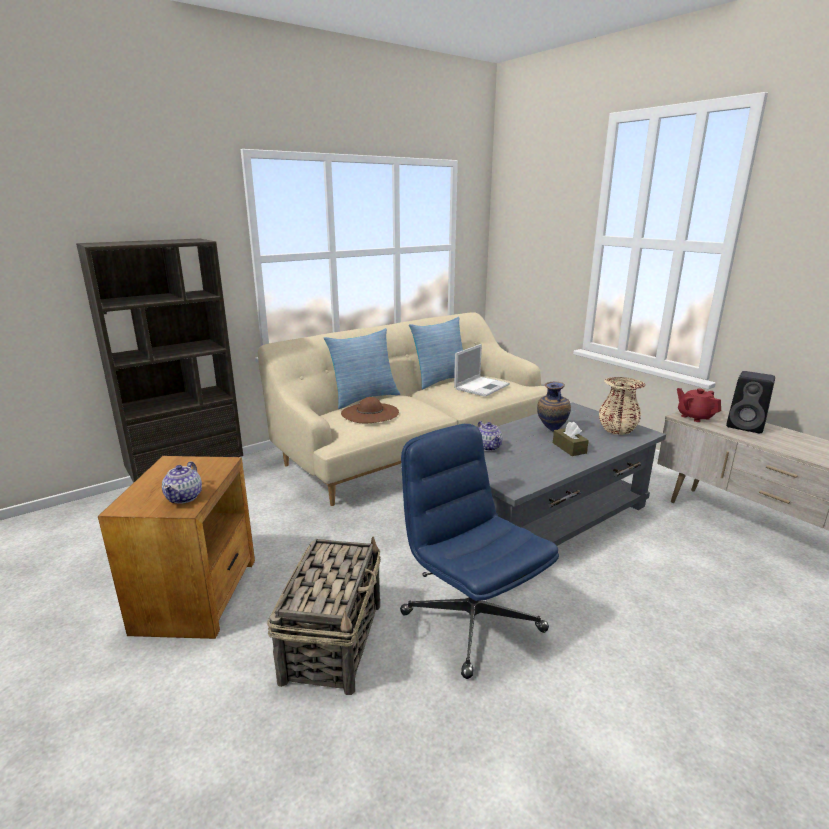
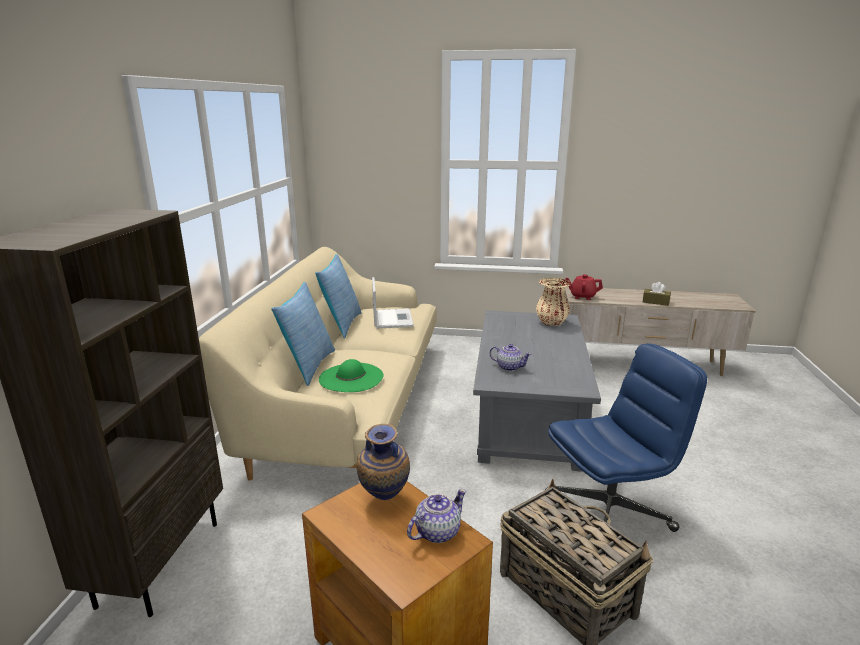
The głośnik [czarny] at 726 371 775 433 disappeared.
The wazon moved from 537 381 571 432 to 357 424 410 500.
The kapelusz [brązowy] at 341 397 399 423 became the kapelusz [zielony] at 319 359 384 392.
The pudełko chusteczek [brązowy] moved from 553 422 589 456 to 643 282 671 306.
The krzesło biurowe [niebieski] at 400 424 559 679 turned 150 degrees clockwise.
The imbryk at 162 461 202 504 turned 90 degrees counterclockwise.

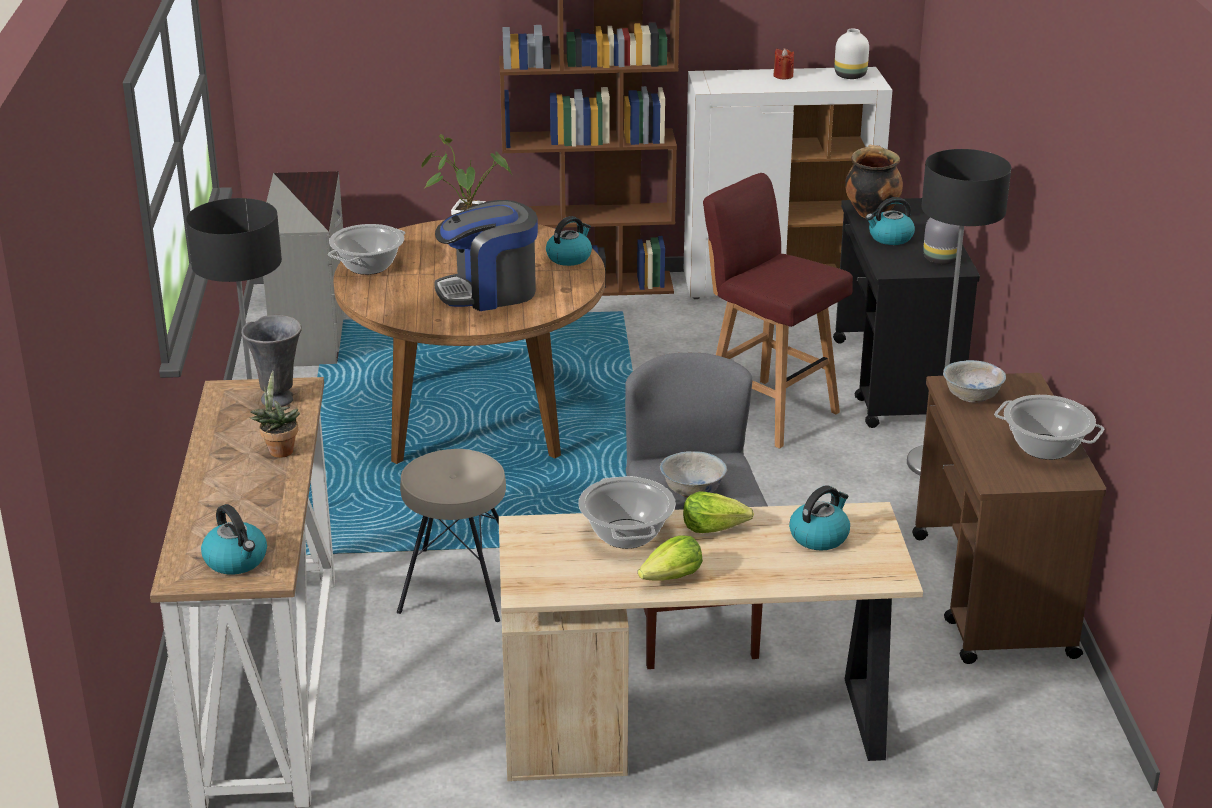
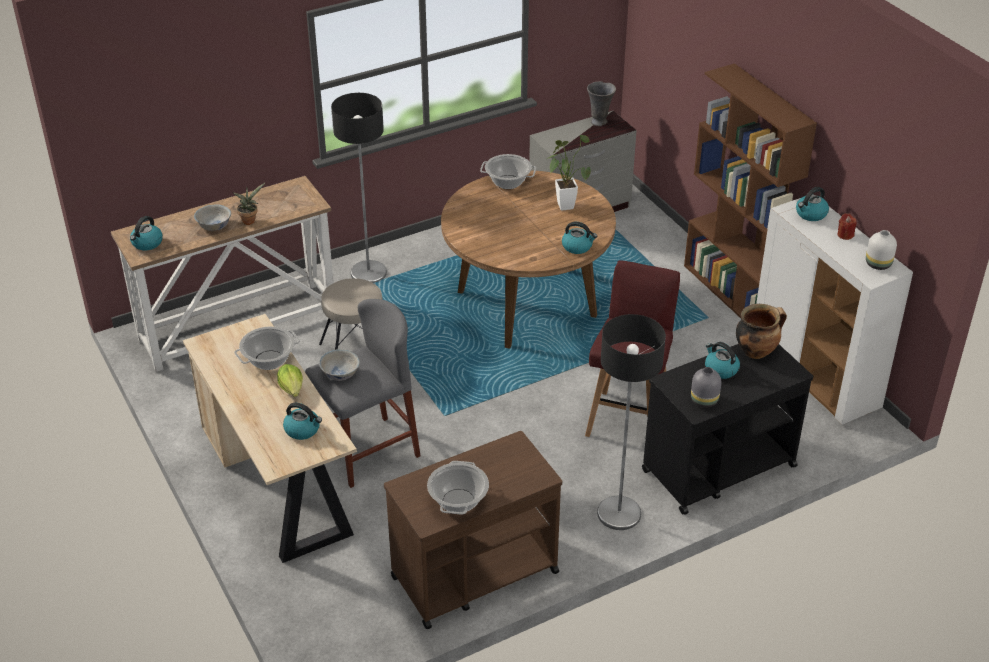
The ekspres do kawy at 435 200 538 311 disappeared.
The wazon [szary] moved from 241 315 302 407 to 587 81 616 126.
The miska [biały] moved from 943 360 1006 403 to 194 204 231 231.
The sałata at 638 535 703 581 disappeared.
The czajnik at 796 187 829 221 appeared.

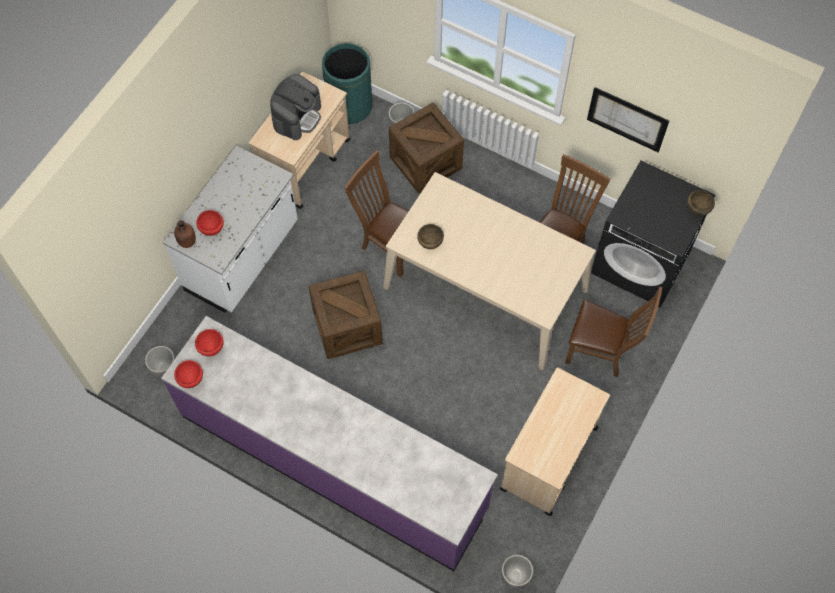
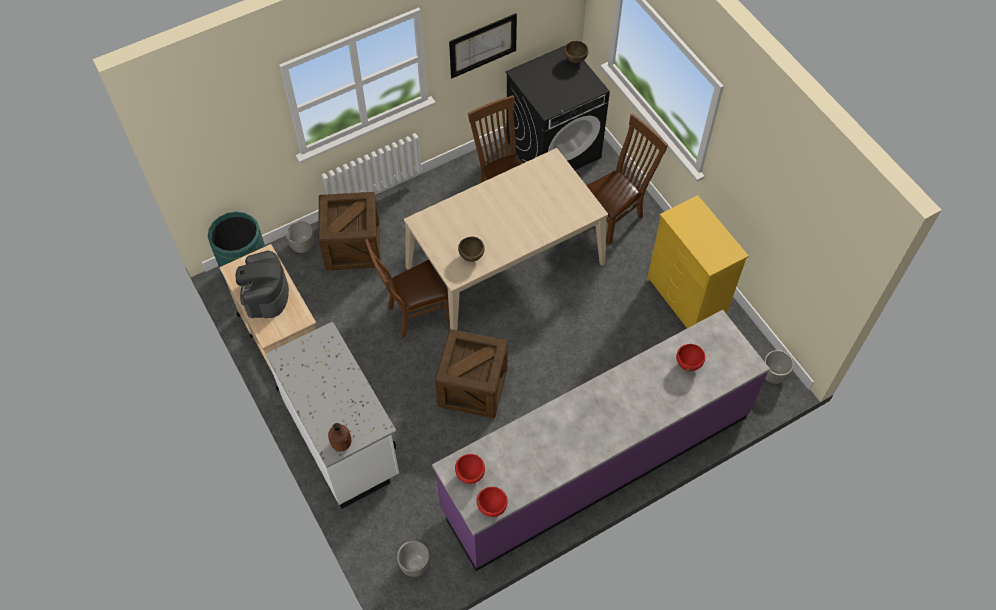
The ekspres do kawy at 270 74 321 140 turned 150 degrees counterclockwise.
The miska [czerwony] moved from 196 210 224 236 to 676 344 705 371.
The wózek [beżowy] at 500 367 610 516 was replaced by the komoda [żółty] at 647 195 749 328.

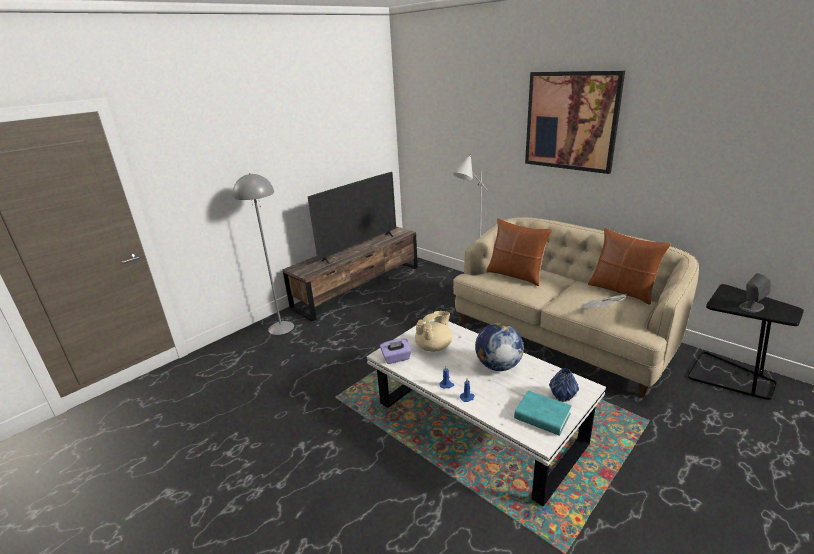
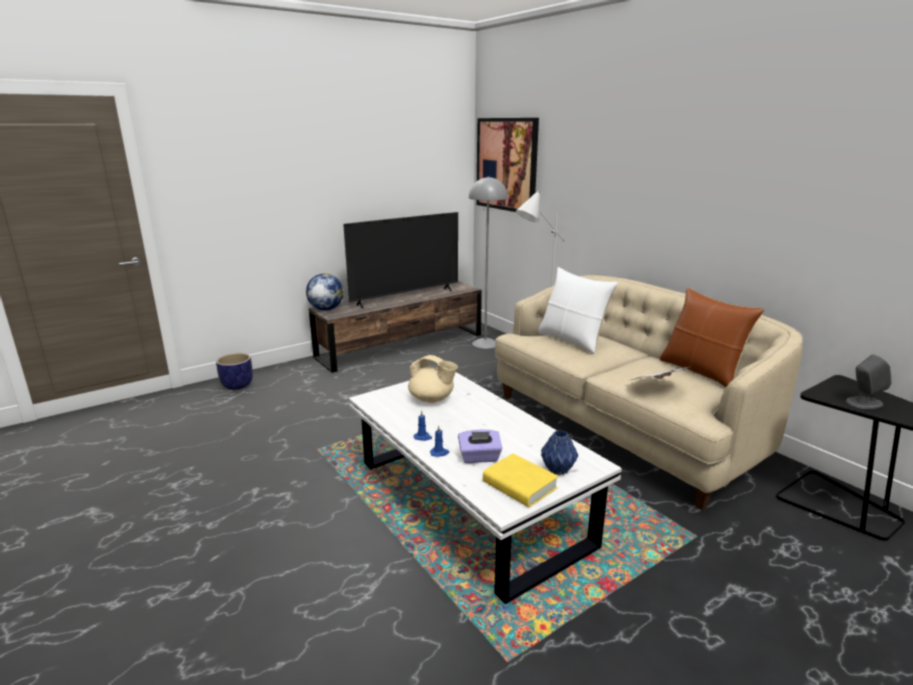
The obraz moved from 525 71 625 174 to 476 118 539 212.
The lampa stojąca [szary] moved from 233 173 294 335 to 469 176 508 349.
The poduszka [brązowy] at 486 218 552 286 became the poduszka [biały] at 538 267 618 354.
The imbryk [beżowy] at 415 311 452 352 turned 60 degrees clockwise.
The globus moved from 475 323 524 371 to 306 274 344 310.
The pudełko chusteczek [fioletowy] moved from 380 339 412 364 to 458 430 502 463.
The książka [turkusowy] at 514 390 572 436 became the książka [żółty] at 483 453 558 507.
The donica at 216 353 253 390 appeared.

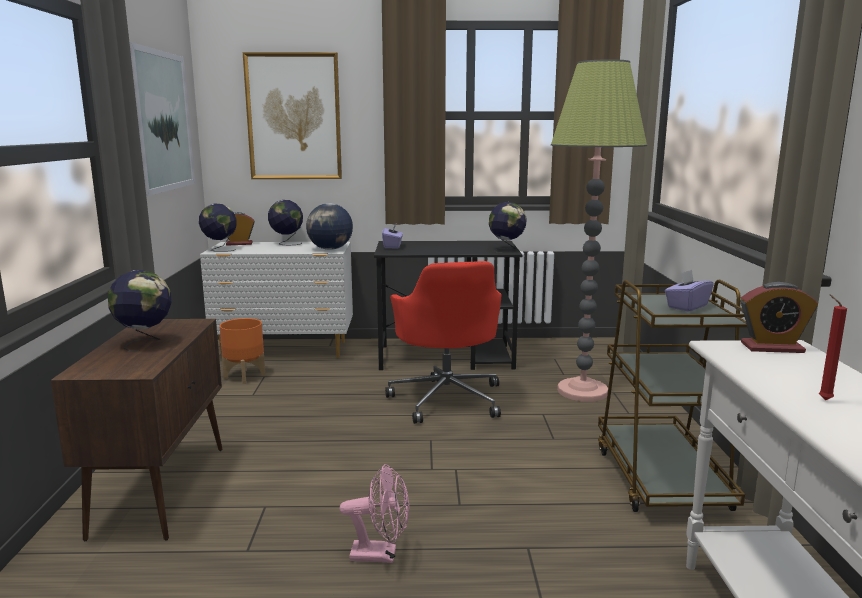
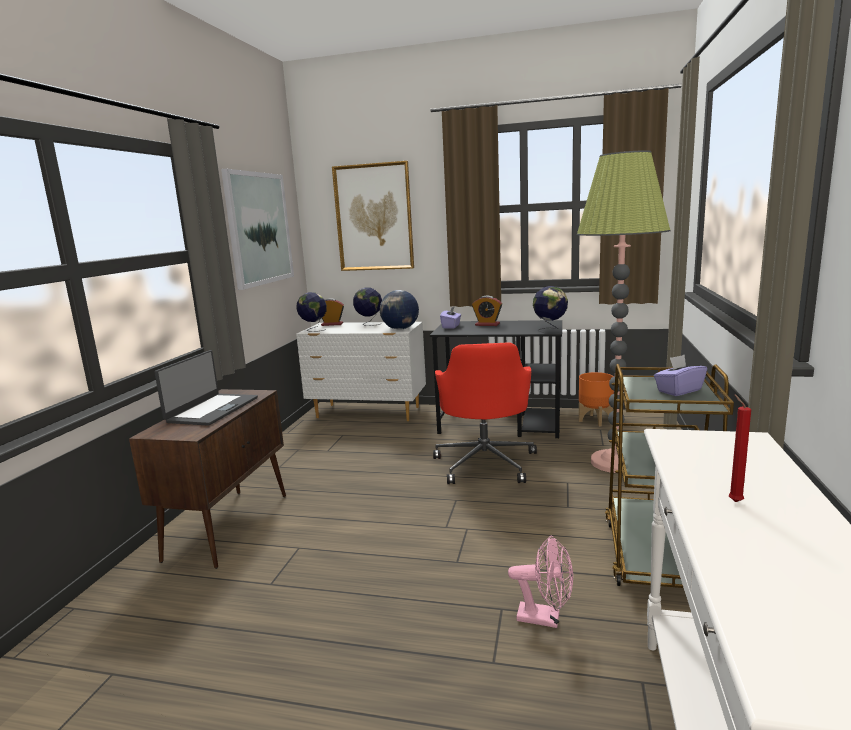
The globus at 108 270 172 351 was replaced by the laptop at 154 350 258 426.
The budzik moved from 740 282 818 353 to 472 295 502 326.
The donica [pomarańczowy] moved from 219 318 265 384 to 579 372 614 427.
The wentylator [różowy] moved from 340 464 409 563 to 508 535 573 628.

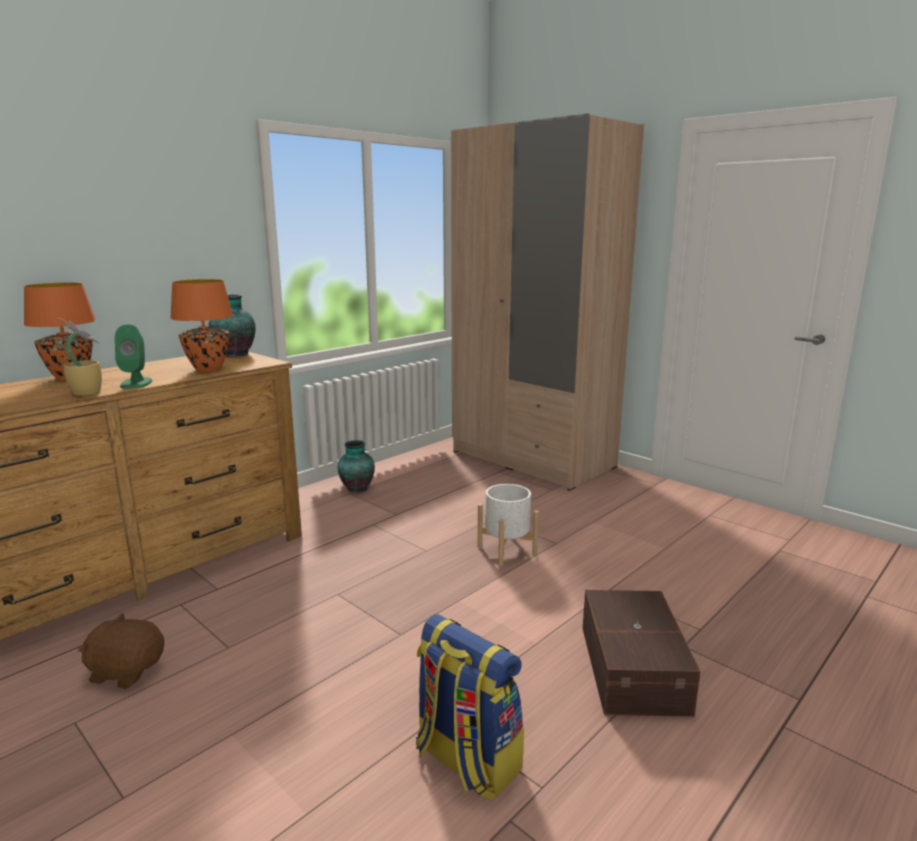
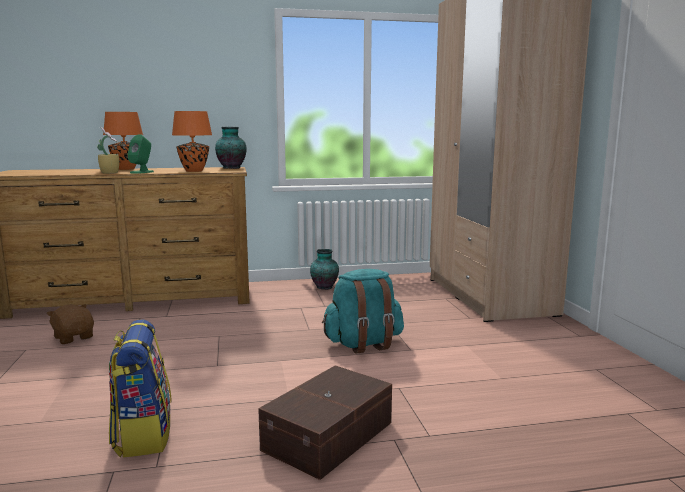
The donica [biały] at 477 484 539 566 was replaced by the plecak [turkusowy] at 322 269 404 353.

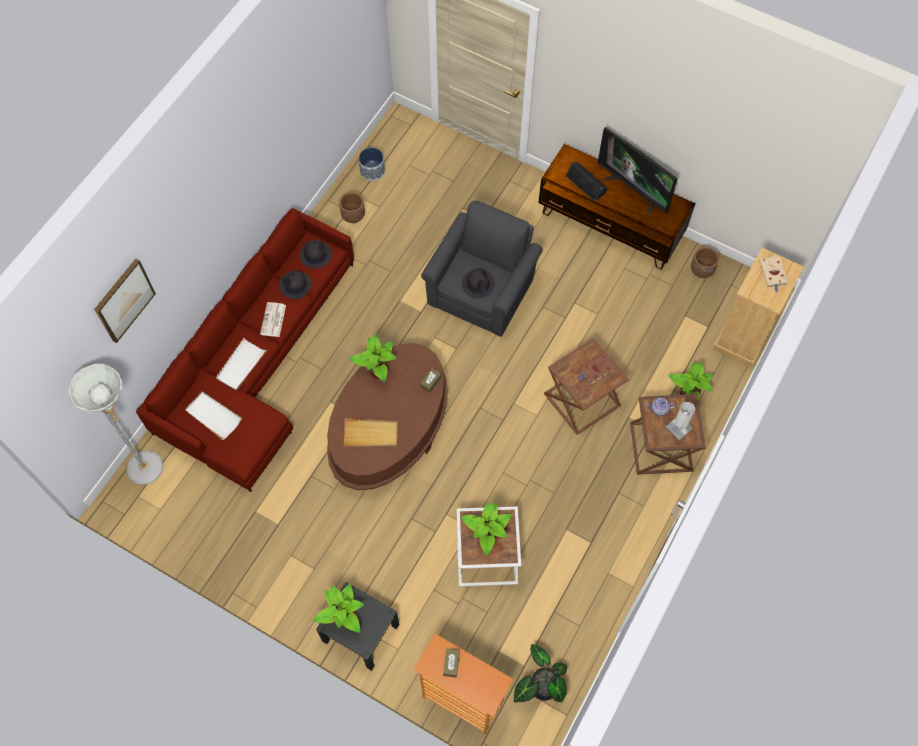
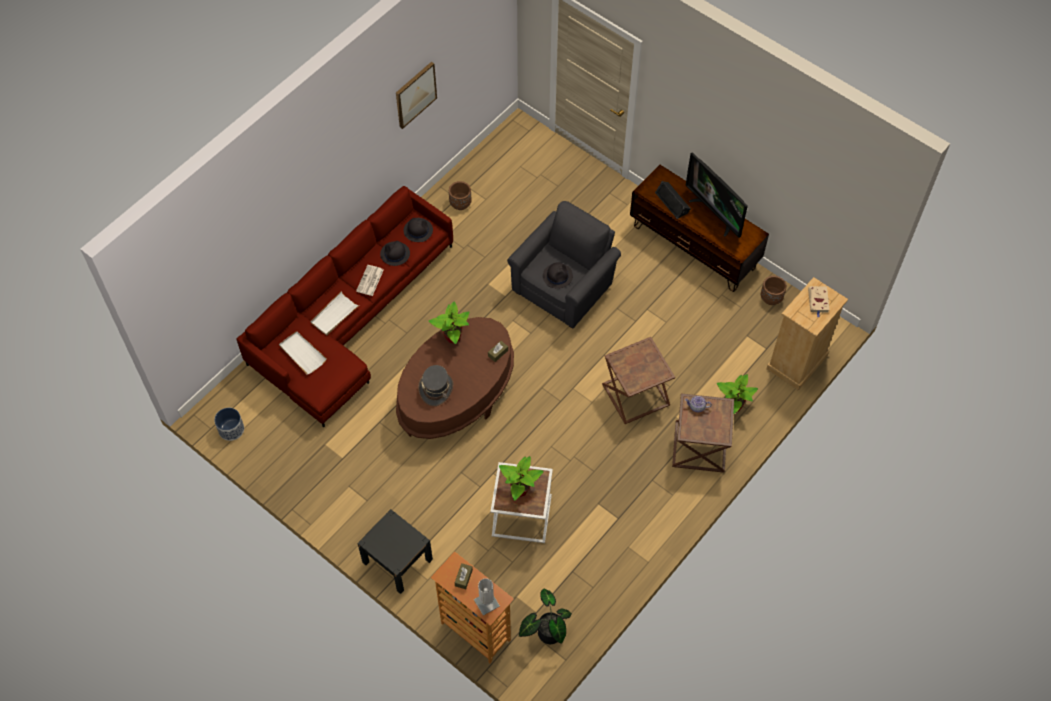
The donica moved from 358 147 385 181 to 214 408 244 441.
The obraz moved from 94 259 156 343 to 396 62 437 129.
The książka [brązowy] at 578 354 616 385 disappeared.
The lampa stojąca [szary] at 68 364 163 485 disappeared.
The lampa stołowa [biały] moved from 666 402 695 440 to 474 578 500 616.
The taca [beżowy] at 344 419 398 446 was replaced by the kapelusz [szary] at 418 365 454 406.
The roślina doniczkowa at 313 584 364 633 disappeared.

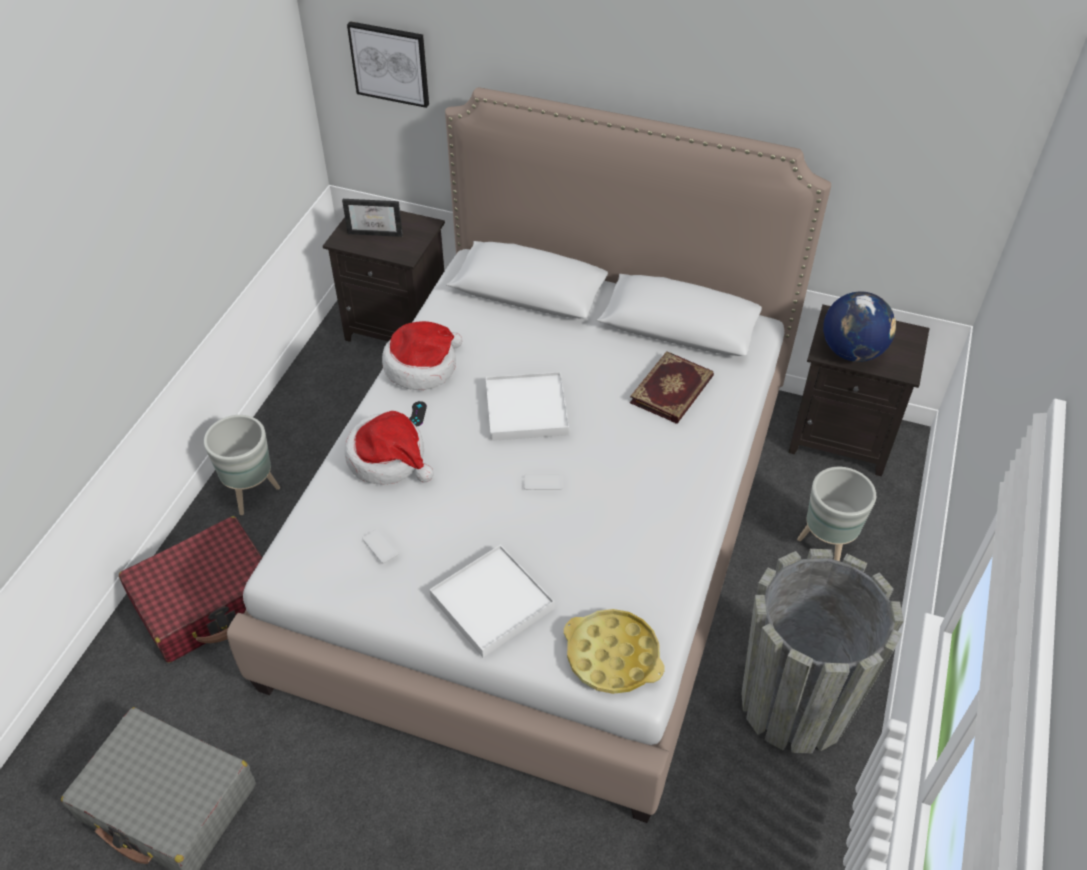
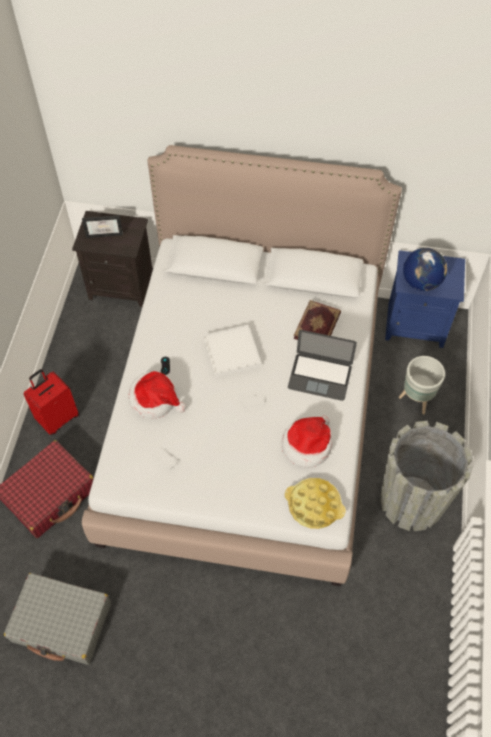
The obraz at 347 21 429 108 disappeared.
The szafka nocna [czarny] at 788 304 930 476 became the szafka nocna [niebieski] at 385 250 465 348.
The kapelusz moved from 382 321 462 390 to 282 416 332 468.
The donica [szary] at 204 415 280 515 was replaced by the walizka [czerwony] at 23 369 79 435.
The taca [biały] at 429 545 554 657 disappeared.
The laptop at 288 330 357 401 appeared.

